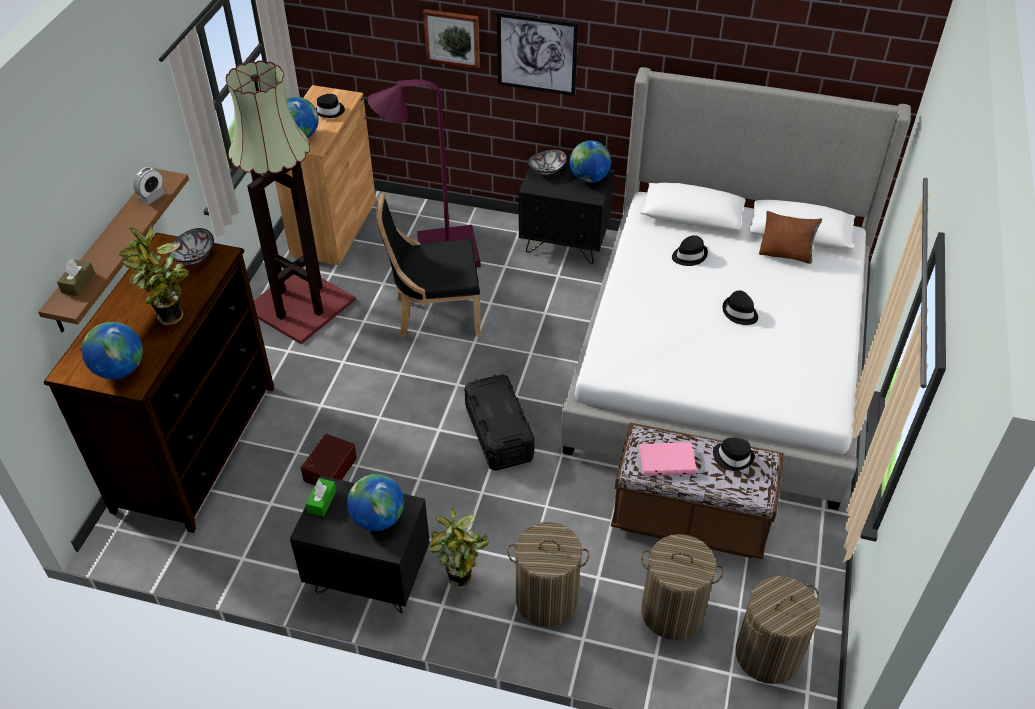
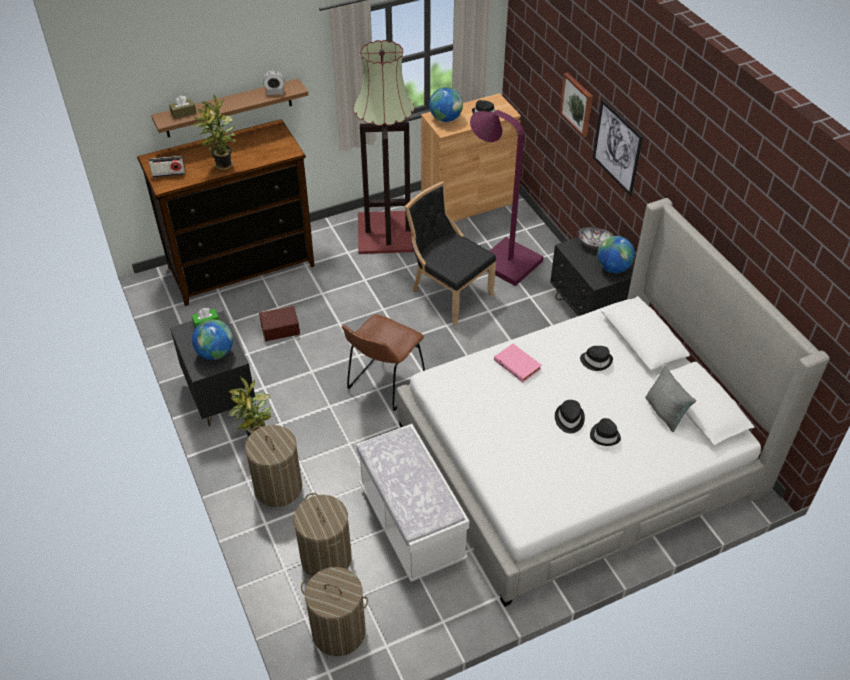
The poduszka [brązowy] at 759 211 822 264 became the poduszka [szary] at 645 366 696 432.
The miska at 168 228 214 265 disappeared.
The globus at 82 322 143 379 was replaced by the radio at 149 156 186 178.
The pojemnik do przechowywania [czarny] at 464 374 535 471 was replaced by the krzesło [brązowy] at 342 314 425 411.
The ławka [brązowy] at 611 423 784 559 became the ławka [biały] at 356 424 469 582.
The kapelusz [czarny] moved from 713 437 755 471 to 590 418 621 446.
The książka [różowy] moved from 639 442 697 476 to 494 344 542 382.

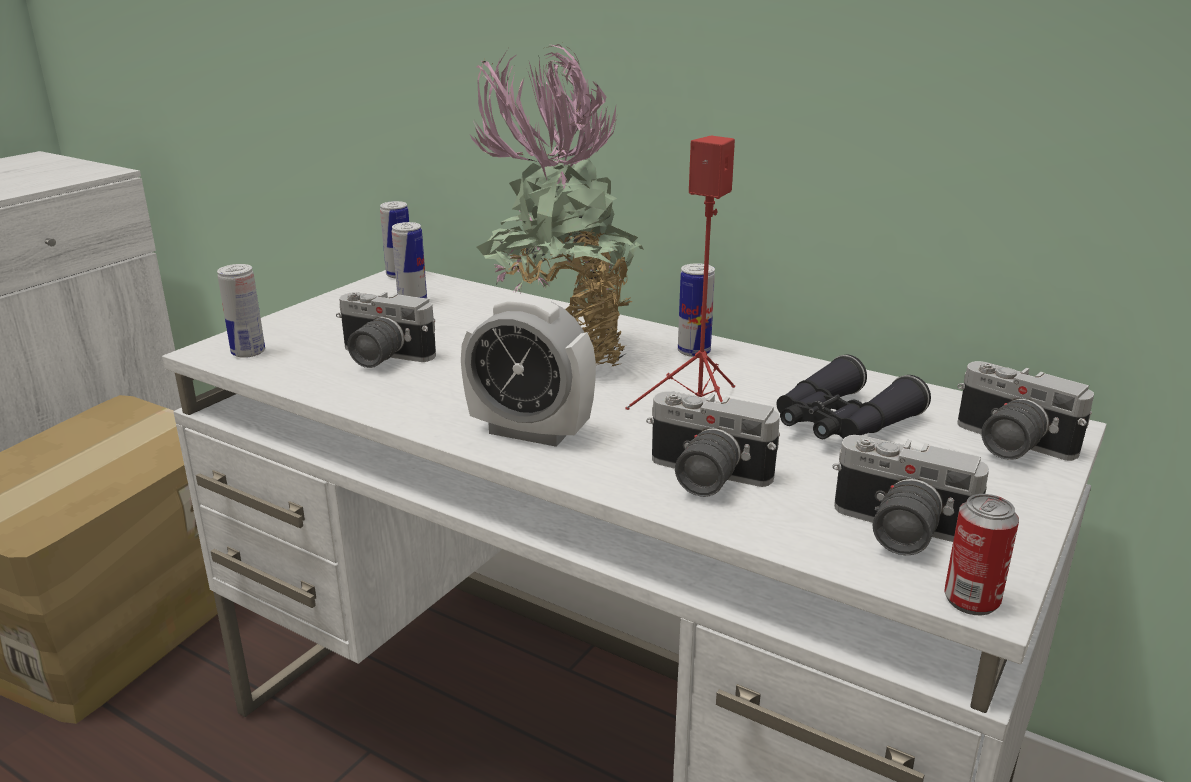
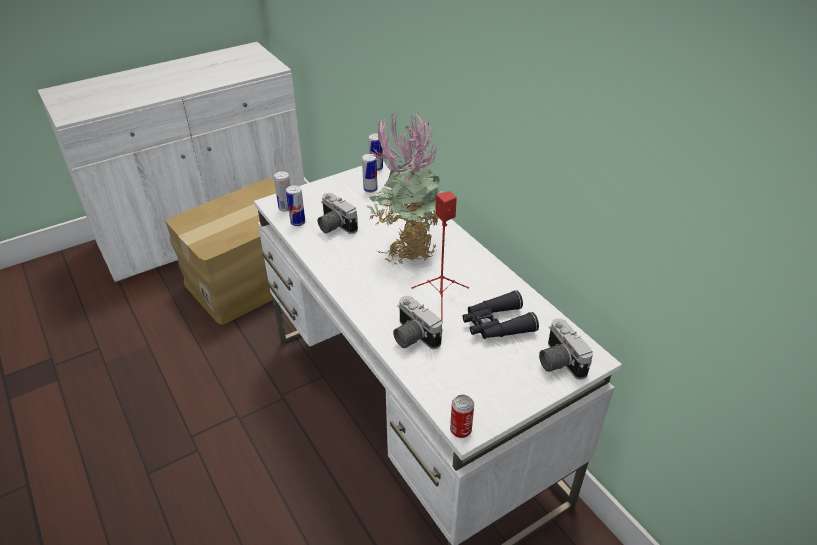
The puszka moved from 678 263 715 357 to 286 185 305 226.
The budzik at 461 294 596 447 disappeared.
The aparat fotograficzny at 832 435 989 555 disappeared.

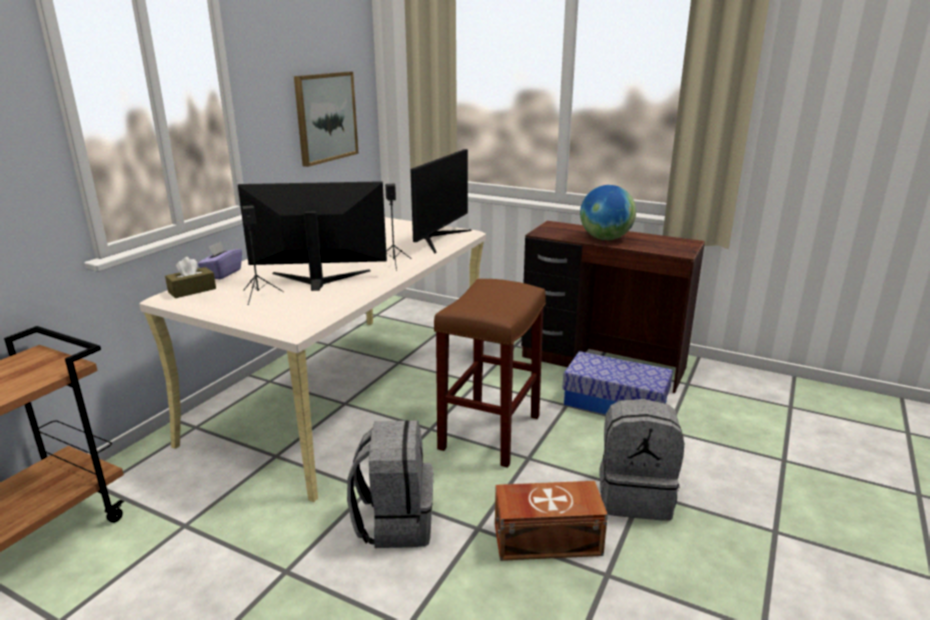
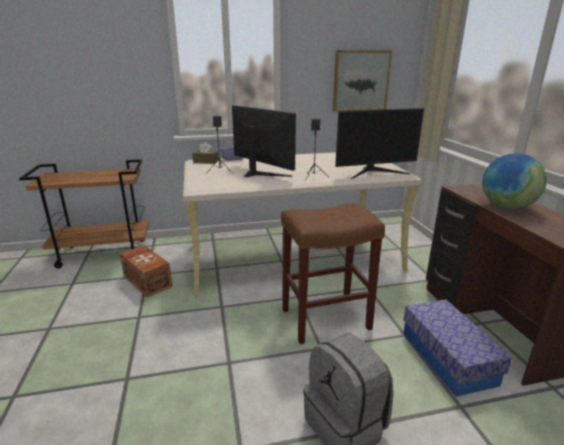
The plecak [szary] at 347 420 433 548 disappeared.
The pojemnik do przechowywania [brązowy] moved from 495 481 608 561 to 120 245 173 297.

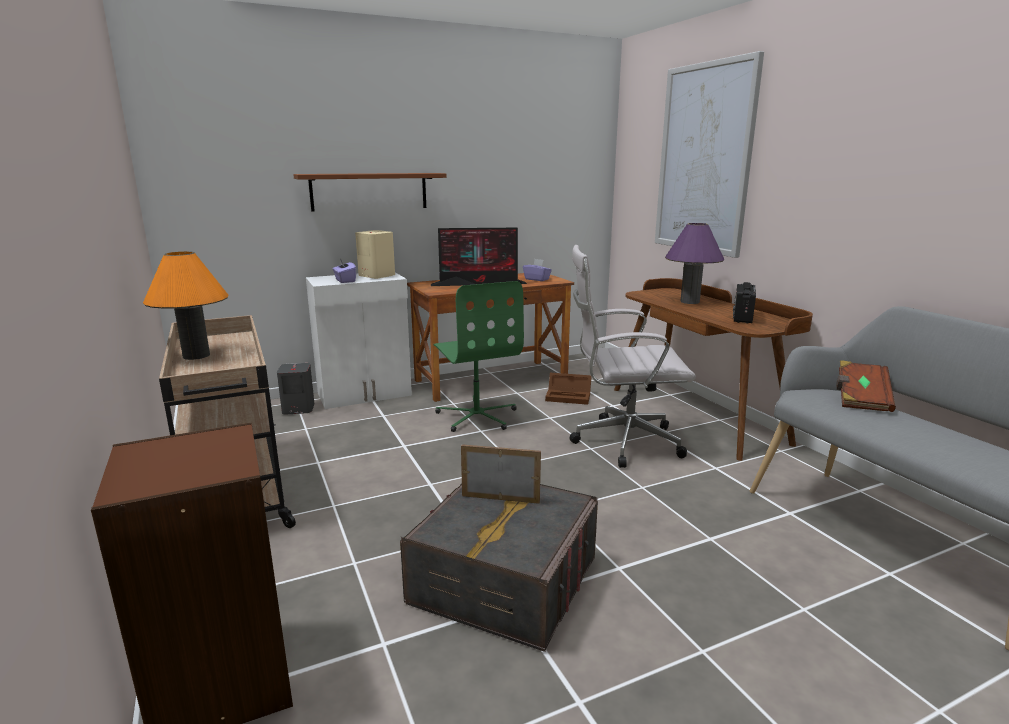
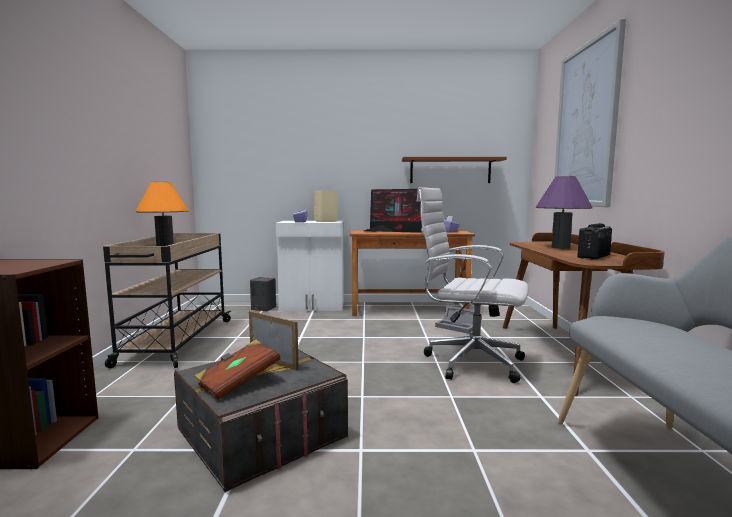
The półka [brązowy] moved from 293 173 447 212 to 402 157 507 183.
The krzesło biurowe [zielony] at 433 281 524 432 disappeared.
The książka [brązowy] moved from 836 360 896 412 to 194 340 281 400.
The pojemnik do przechowywania [brązowy] at 545 373 591 405 became the pojemnik do przechowywania [szary] at 435 305 474 334.

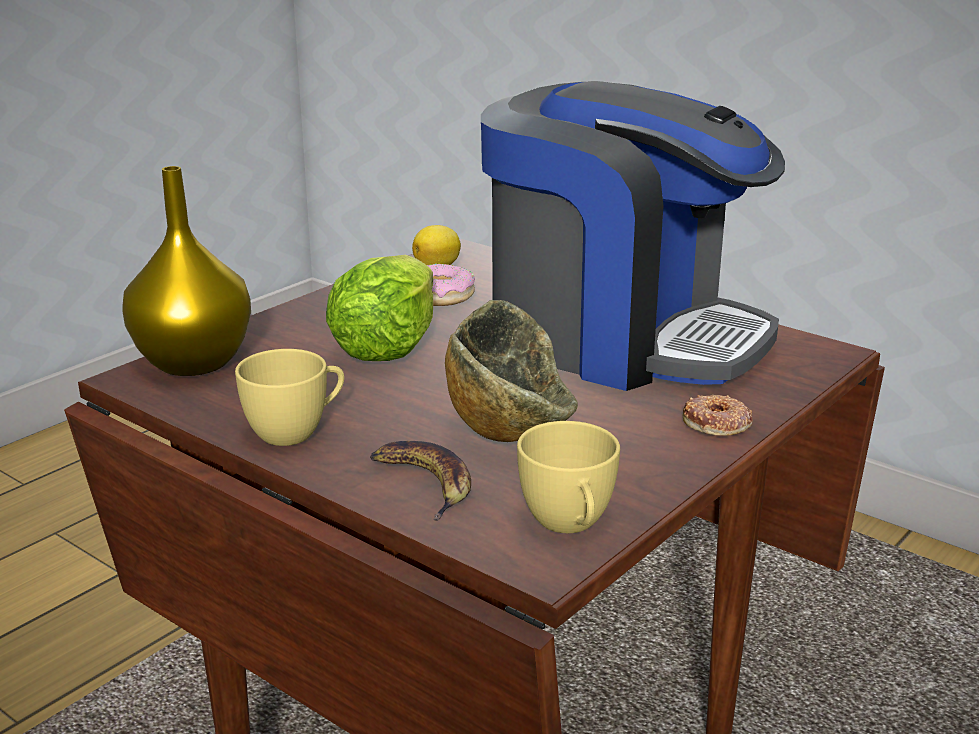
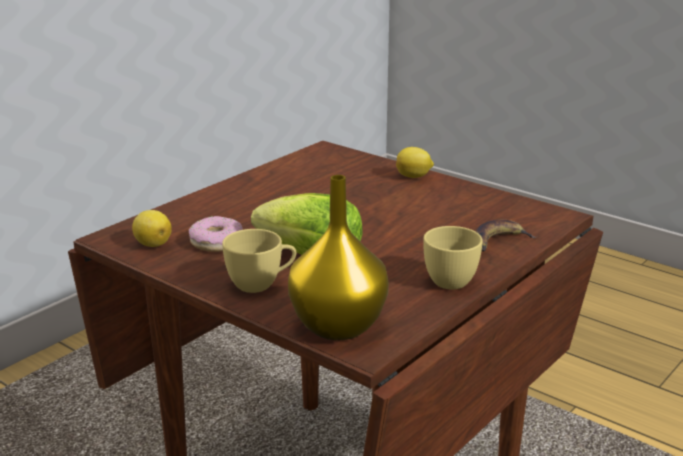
The ekspres do kawy at 481 81 785 391 disappeared.
The miska at 445 300 578 442 disappeared.
The donut at 683 395 753 436 was replaced by the cytryna at 396 147 434 178.
The filiżanka [żółty] moved from 517 421 620 533 to 222 229 296 293.

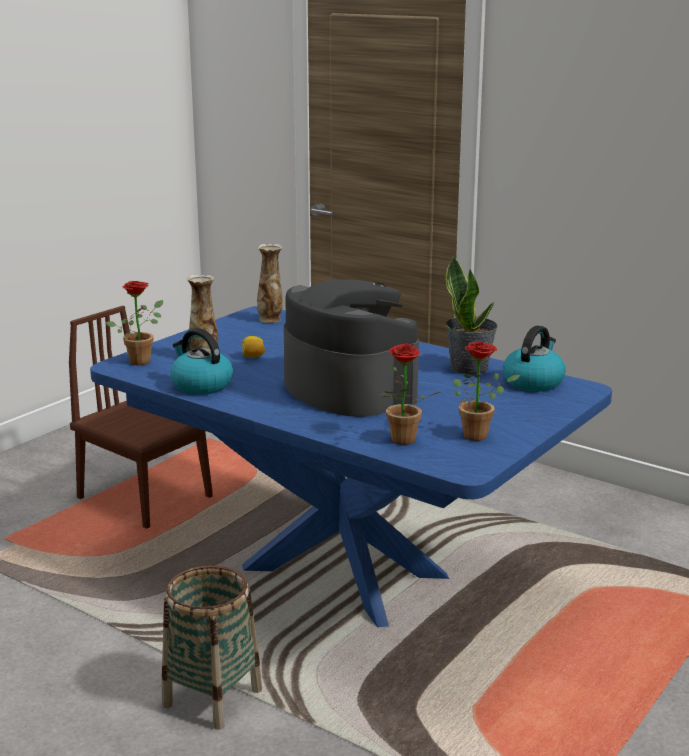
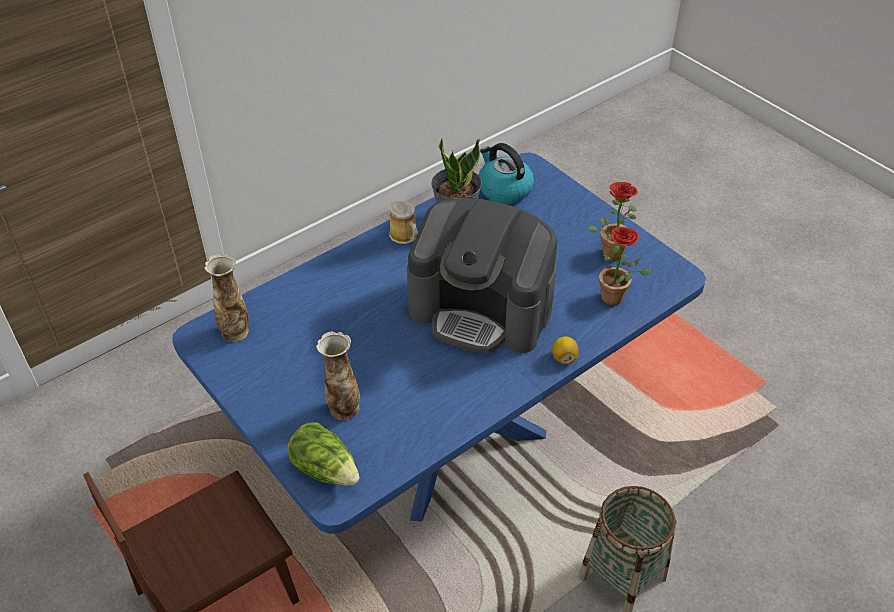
The ekspres do kawy at 284 279 419 417 turned 135 degrees counterclockwise.
The roślina doniczkowa at 105 281 163 365 was replaced by the sałata at 287 422 359 486.
The czajnik at 170 328 233 395 disappeared.
The cytryna moved from 242 336 265 358 to 552 336 579 364.
The kubek at 389 201 418 244 appeared.

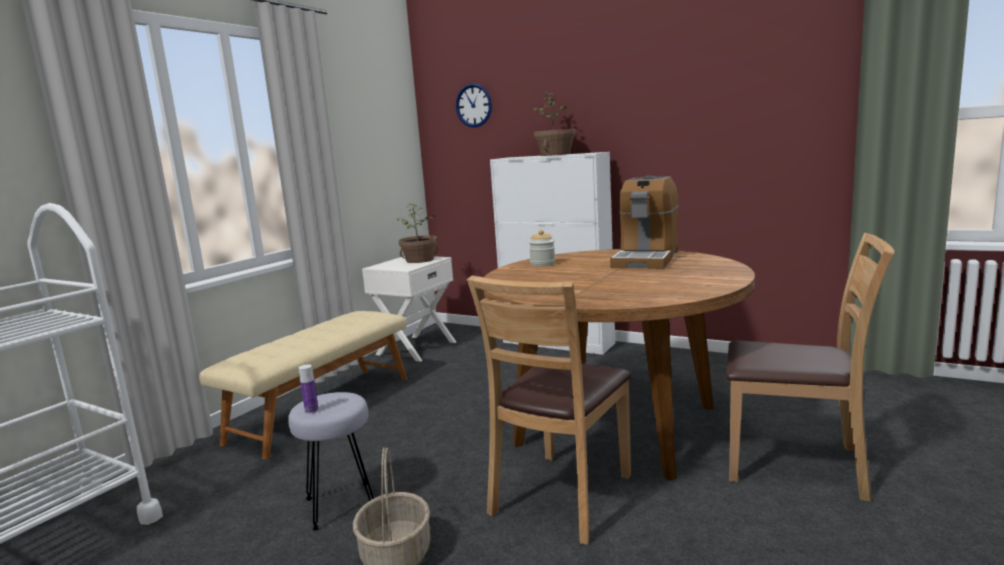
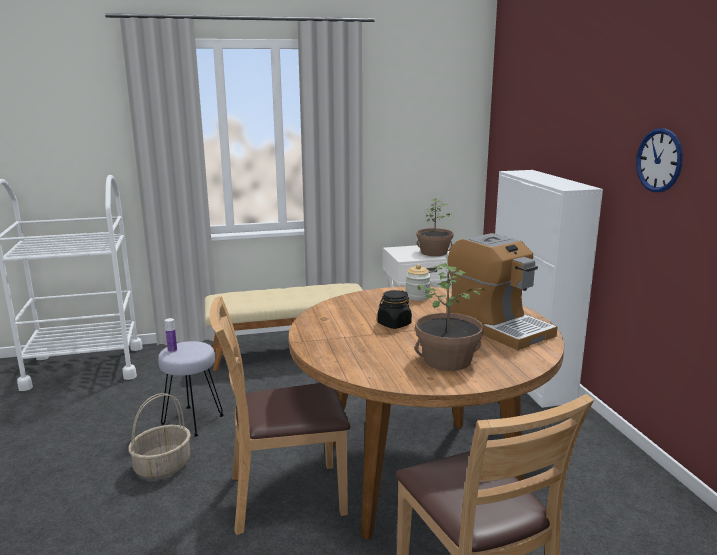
The zegar ścienny moved from 456 84 492 128 to 636 128 683 192.
The roślina doniczkowa moved from 533 90 576 156 to 415 263 486 371.
The ekspres do kawy at 610 176 679 269 turned 105 degrees counterclockwise.
The słoik [czarny] at 377 290 412 329 appeared.

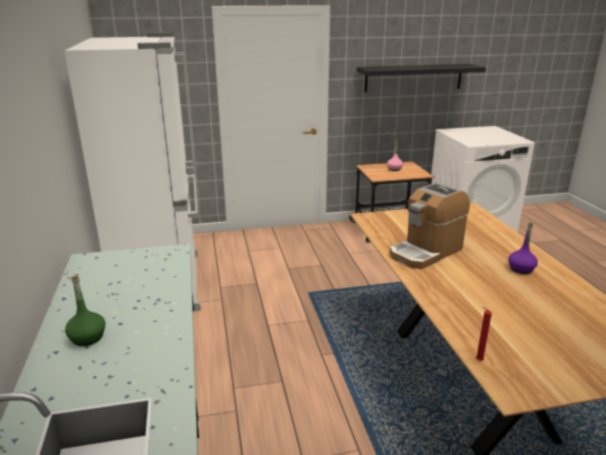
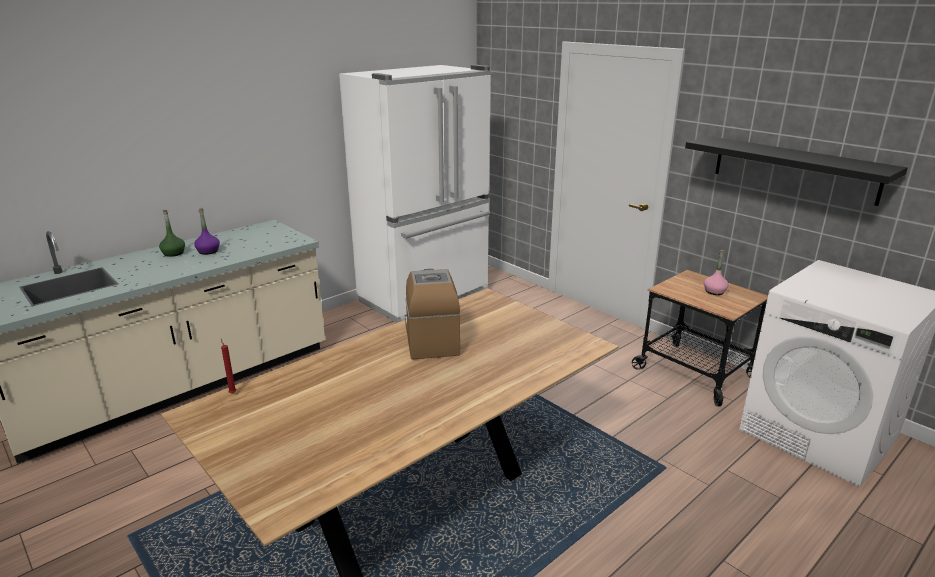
The ekspres do kawy at 389 183 470 269 turned 60 degrees clockwise.
The butelka [fioletowy] moved from 508 221 538 274 to 194 208 220 255.

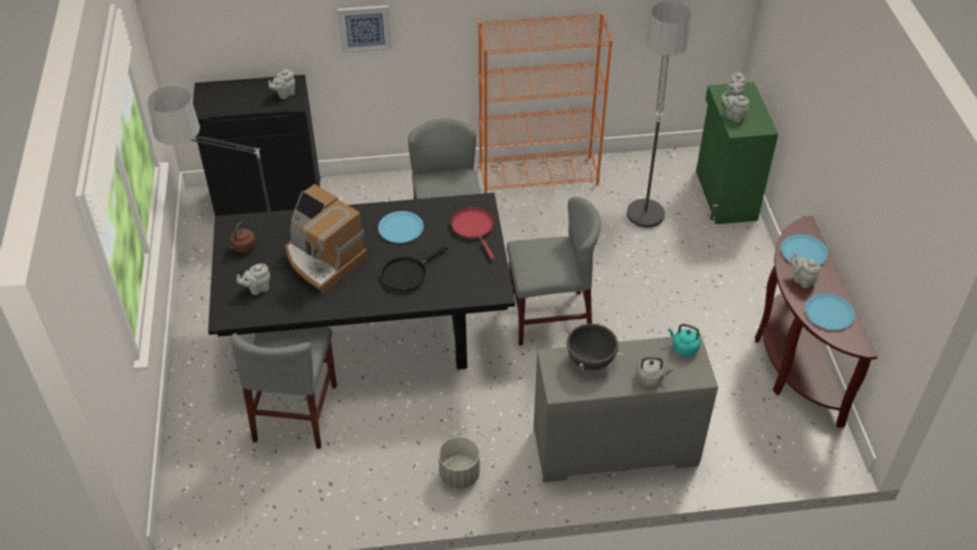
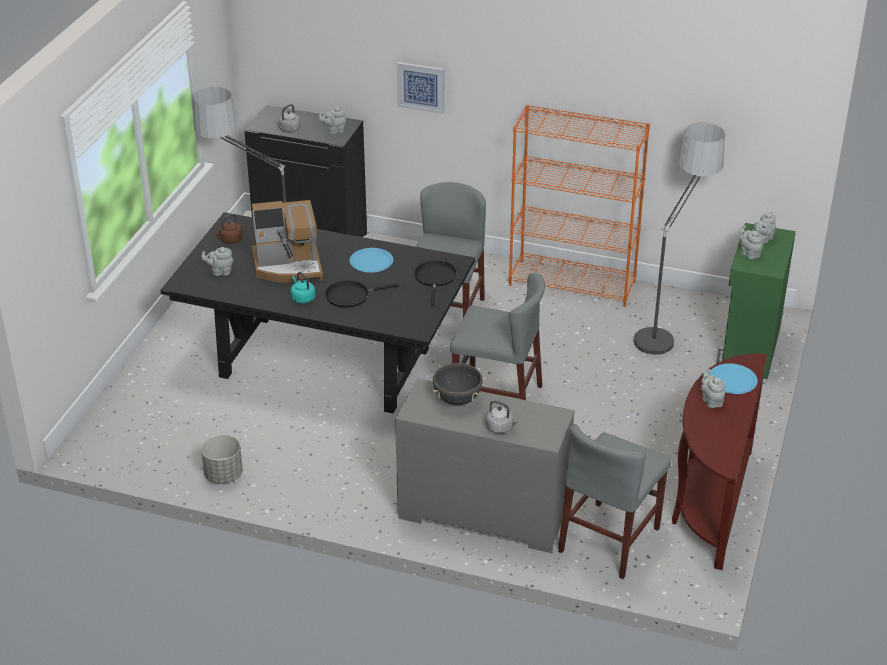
The ekspres do kawy at 285 184 368 294 turned 75 degrees counterclockwise.
The patelnia [czerwony] at 451 207 495 260 became the patelnia [czarny] at 414 260 457 305.
The talerz [niebieski] at 805 293 855 330 disappeared.
The czajnik [turkusowy] moved from 668 324 701 356 to 291 272 315 304.
The krzesło [szary] moved from 231 327 337 449 to 558 424 671 579.
The donica [szary] moved from 439 437 480 489 to 201 435 243 484.
The czajnik [szary] at 275 104 300 133 appeared.

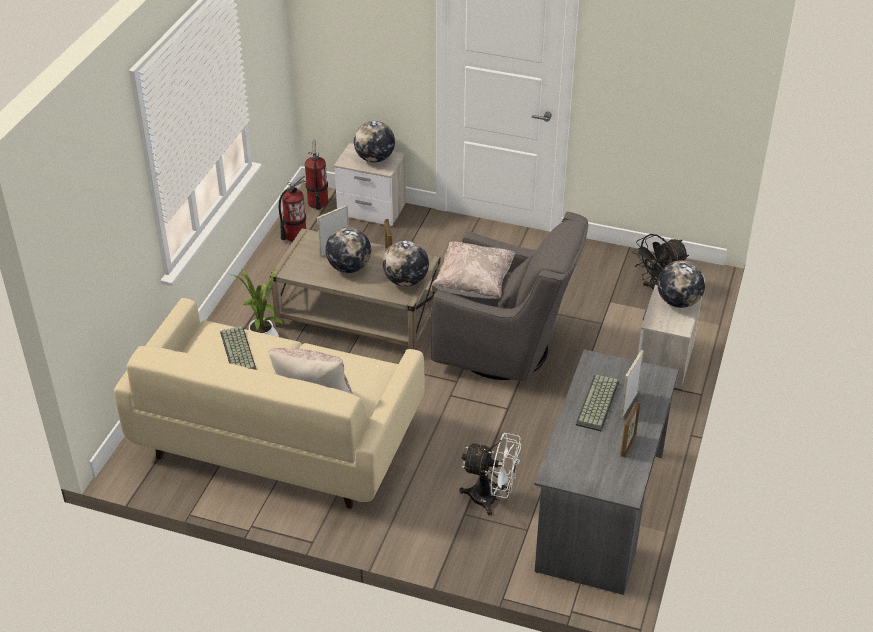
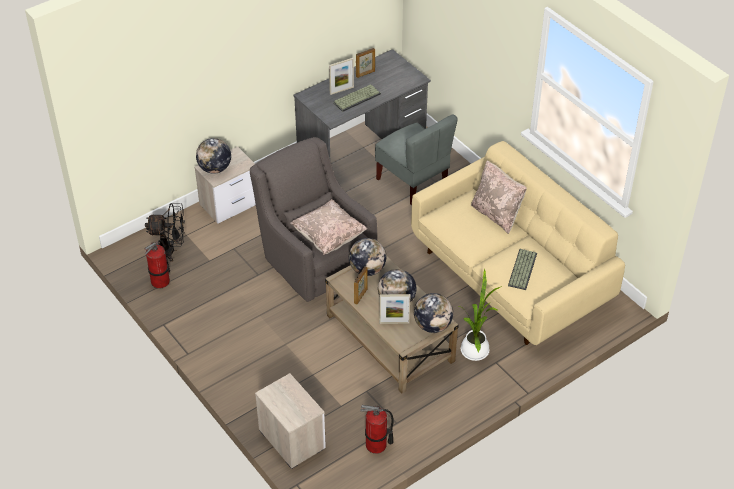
The globus moved from 354 121 395 163 to 414 293 453 333.
The gaśnica moved from 305 140 328 210 to 145 240 170 289.
The wentylator [biały] at 459 433 521 516 was replaced by the krzesło [szary] at 375 114 458 205.

